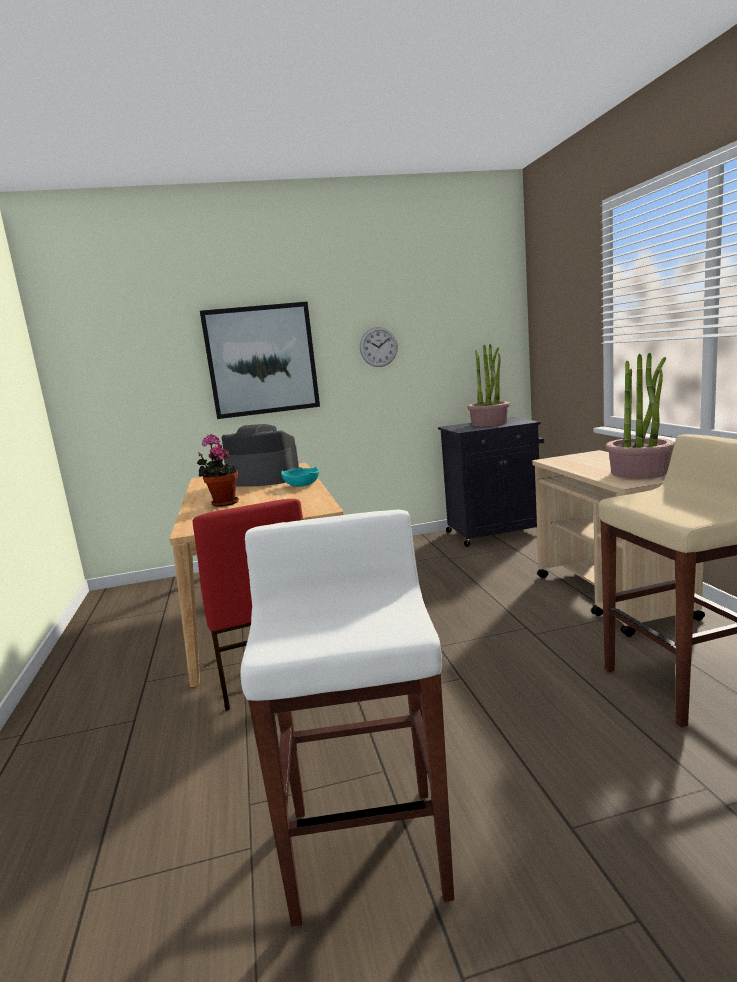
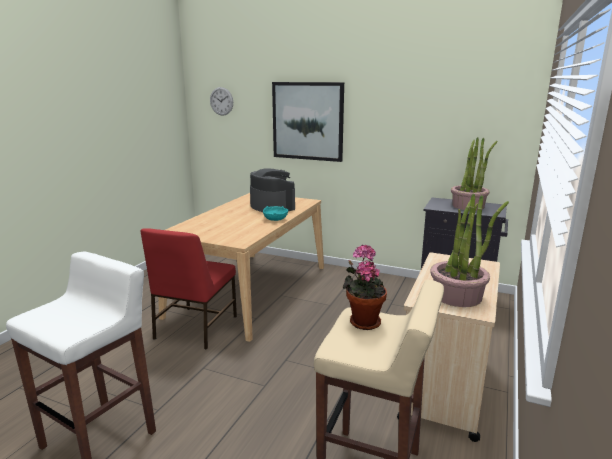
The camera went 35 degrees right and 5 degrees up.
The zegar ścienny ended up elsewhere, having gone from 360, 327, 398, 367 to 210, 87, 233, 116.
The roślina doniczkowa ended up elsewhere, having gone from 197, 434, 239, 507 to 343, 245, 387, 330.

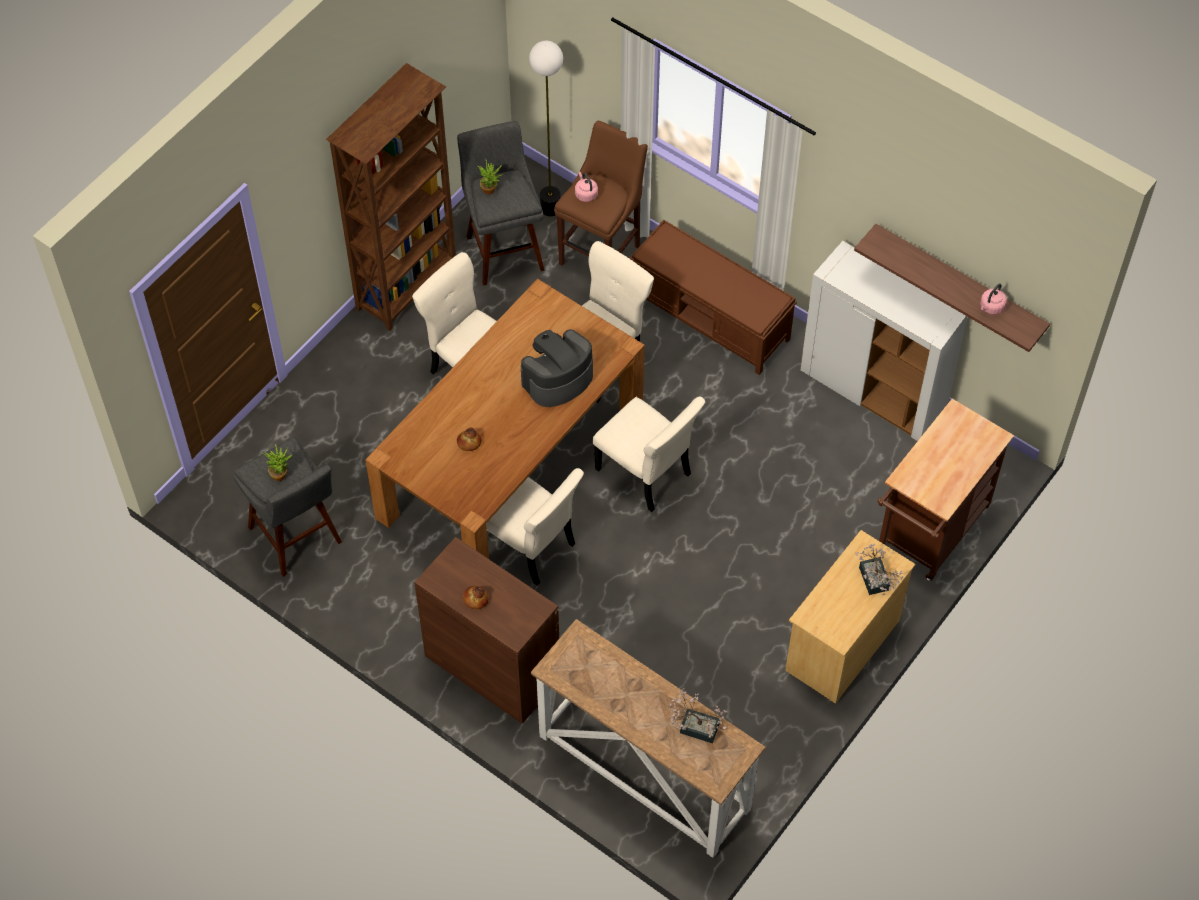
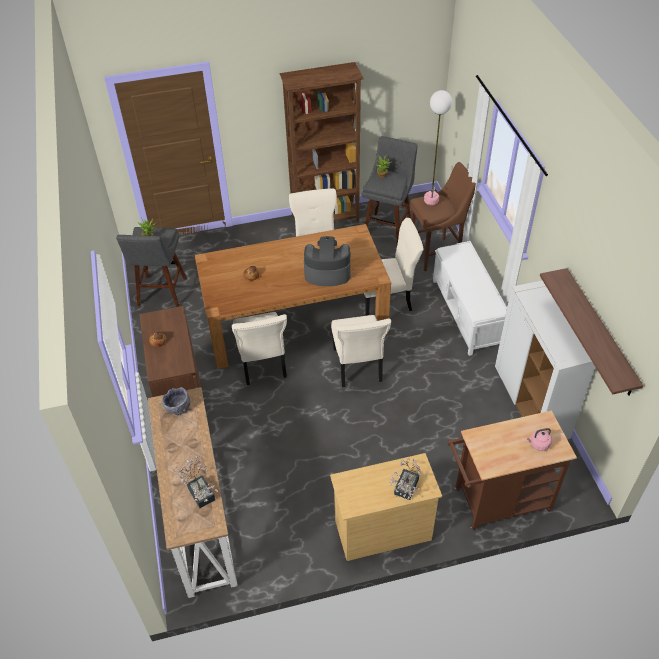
The camera went 40 degrees right and 10 degrees down.
The second view gained the miska/szary at 162, 387, 190, 415.
What was the ławka/brązowy at 629, 220, 797, 375 turned into the ławka/biały at 433, 241, 507, 356.
The czajnik/różowy ended up elsewhere, having gone from 980, 284, 1007, 315 to 526, 428, 552, 451.

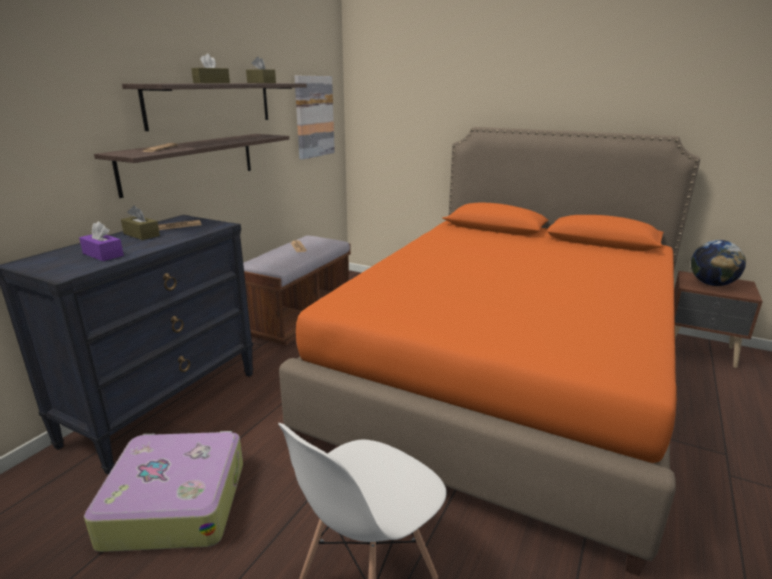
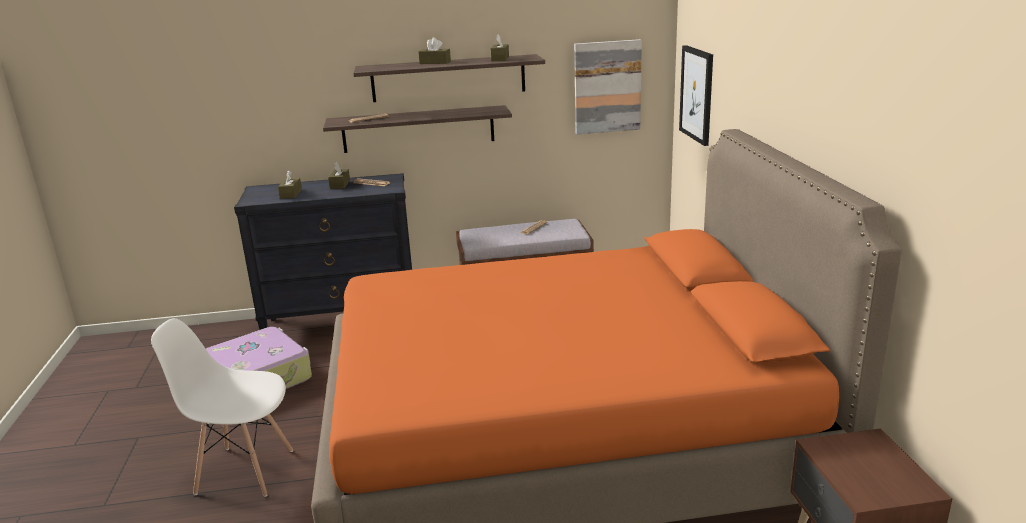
The camera went 55 degrees right and 0 degrees up.
What was the pudełko chusteczek/fioletowy at 79, 221, 124, 261 turned into the pudełko chusteczek/brązowy at 278, 170, 302, 199.
The second view gained the obraz at 679, 45, 713, 146.
The second view lost the globus at 691, 240, 746, 286.

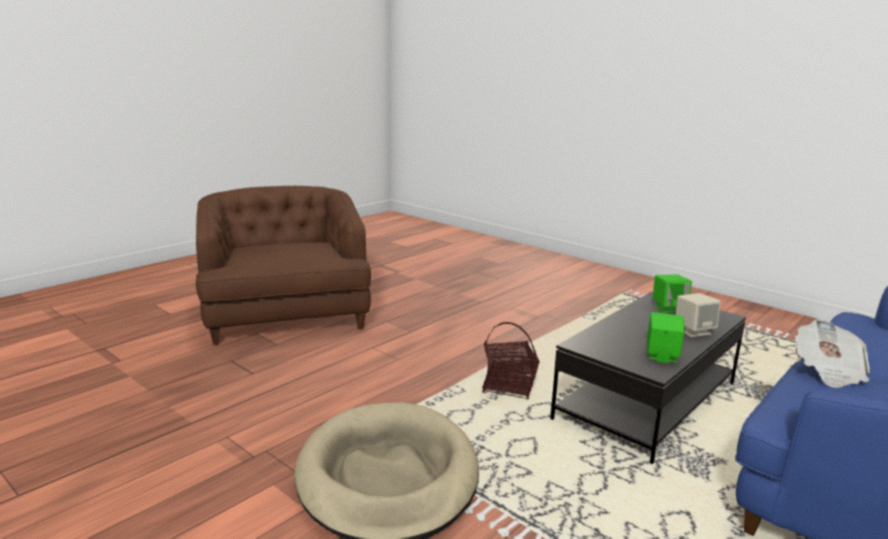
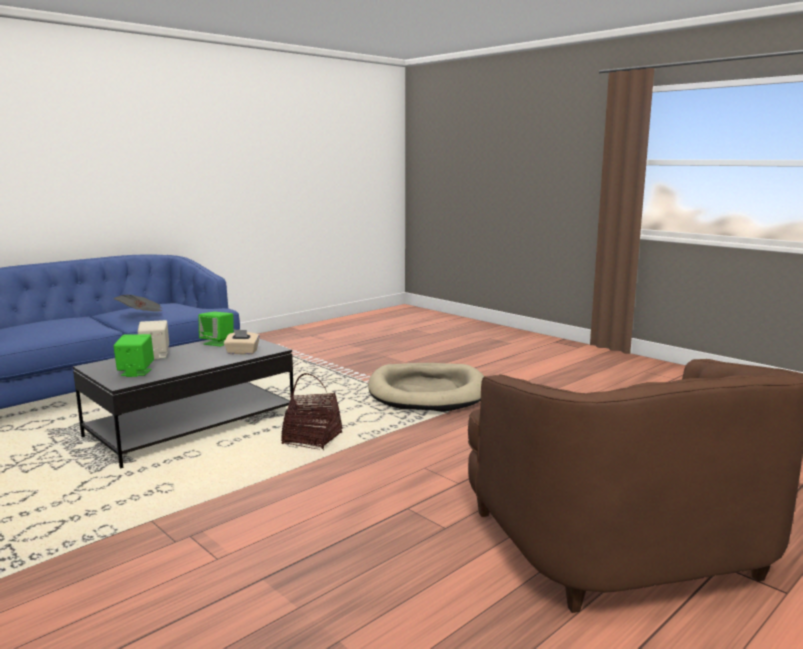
The camera went 175 degrees left and 5 degrees down.
The second view gained the pudełko chusteczek/beżowy at 224, 329, 260, 355.

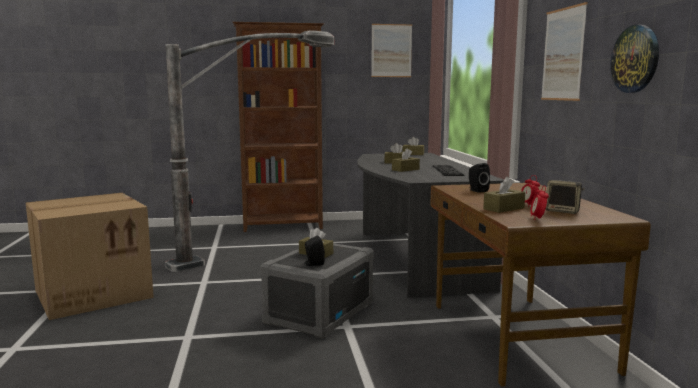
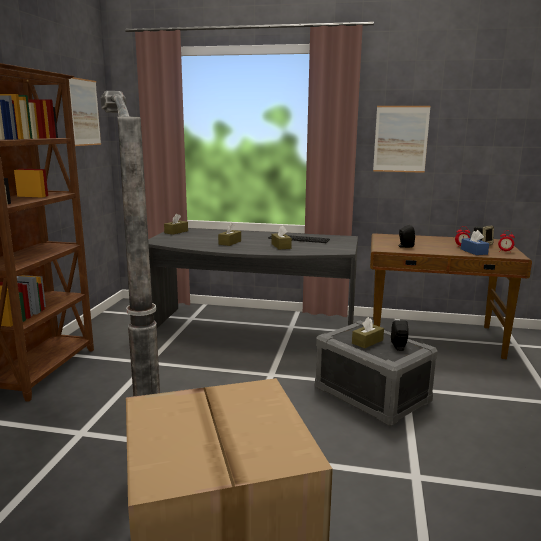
The camera went 70 degrees left and 5 degrees up.
What was the pudełko chusteczek/brązowy at 483, 177, 525, 213 turned into the pudełko chusteczek/niebieski at 461, 230, 489, 255.
The second view lost the zegar ścienny at 610, 25, 659, 93.

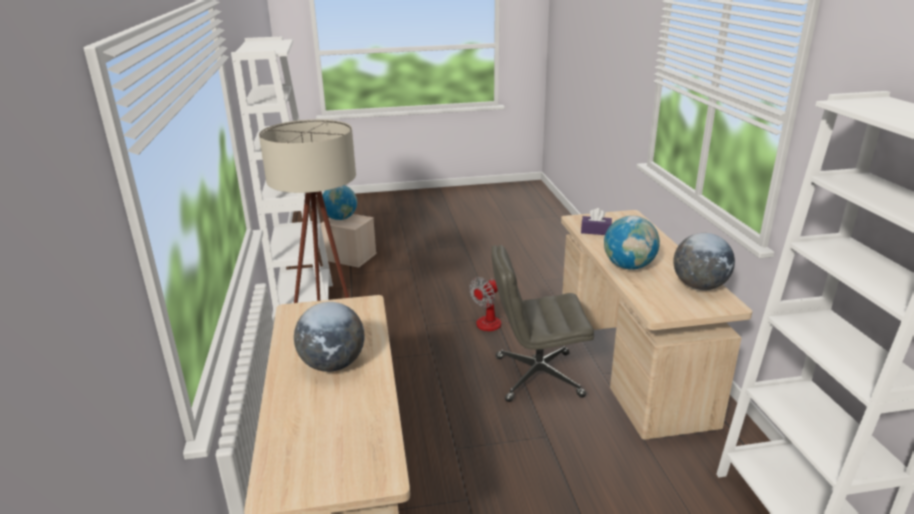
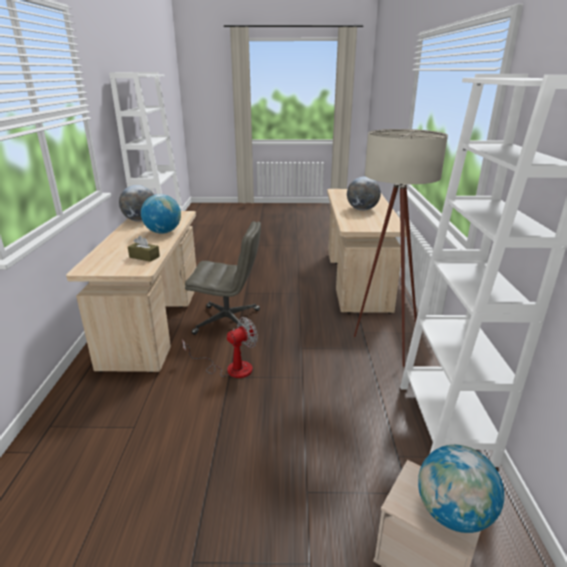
The camera went 170 degrees left and 0 degrees up.
What was the pudełko chusteczek/fioletowy at 581, 208, 612, 235 turned into the pudełko chusteczek/brązowy at 128, 236, 160, 262.

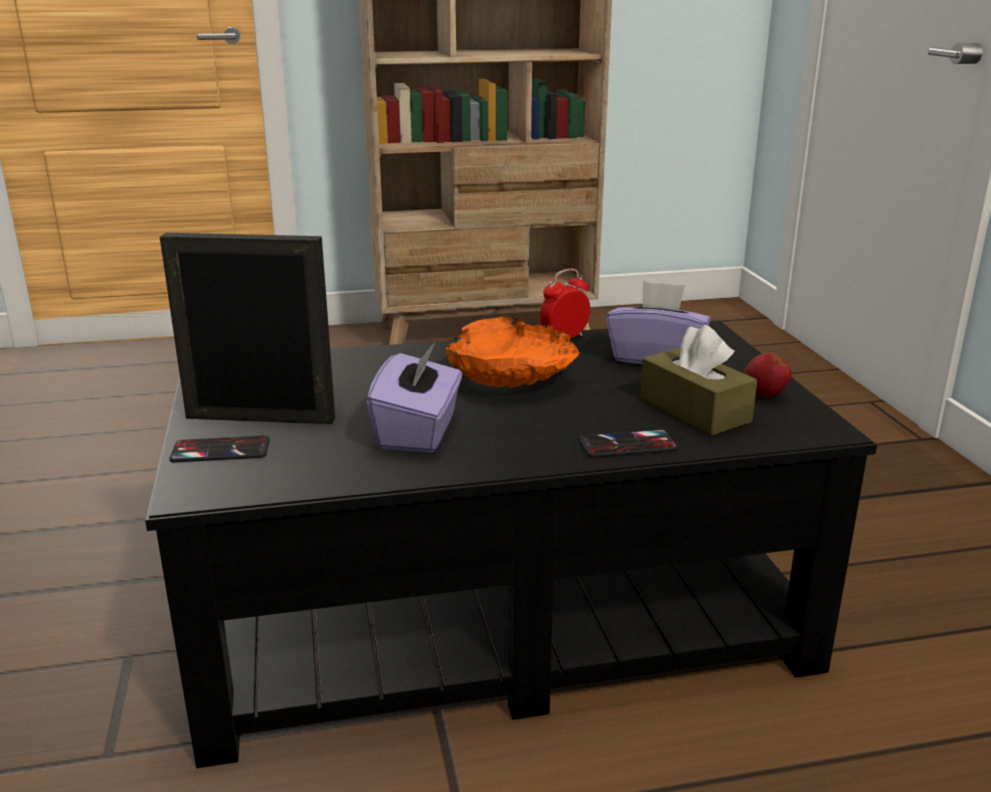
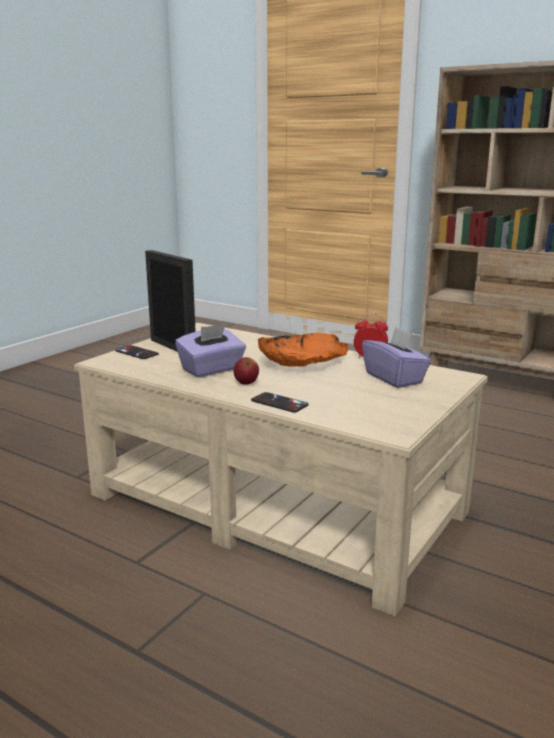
The camera went 45 degrees right and 5 degrees down.
What was the ława/czarny at 145, 320, 877, 768 turned into the ława/beżowy at 74, 323, 488, 616.
The jabłko ended up elsewhere, having gone from 744, 353, 791, 398 to 234, 357, 259, 385.
The second view lost the pudełko chusteczek/brązowy at 640, 325, 757, 436.

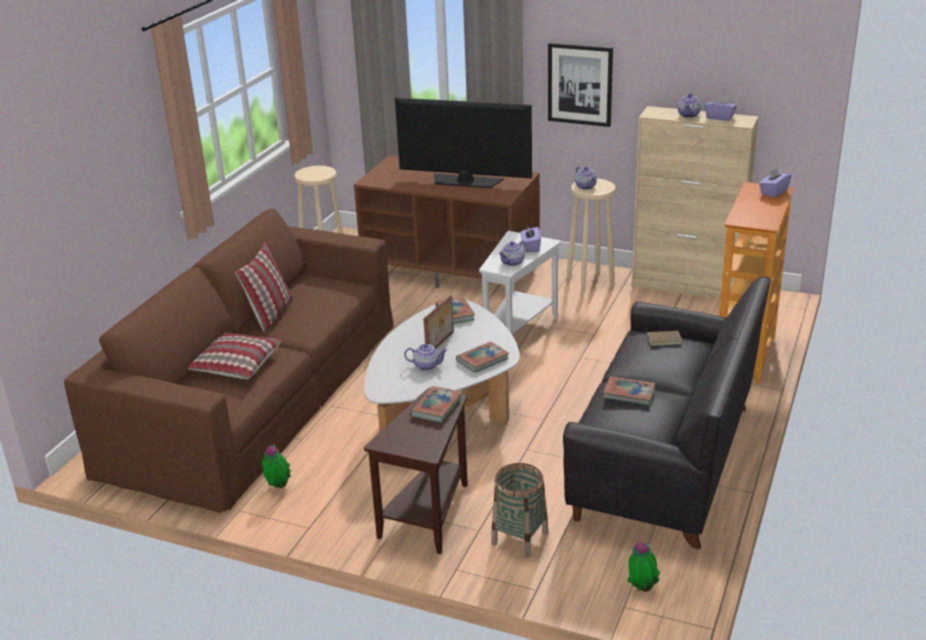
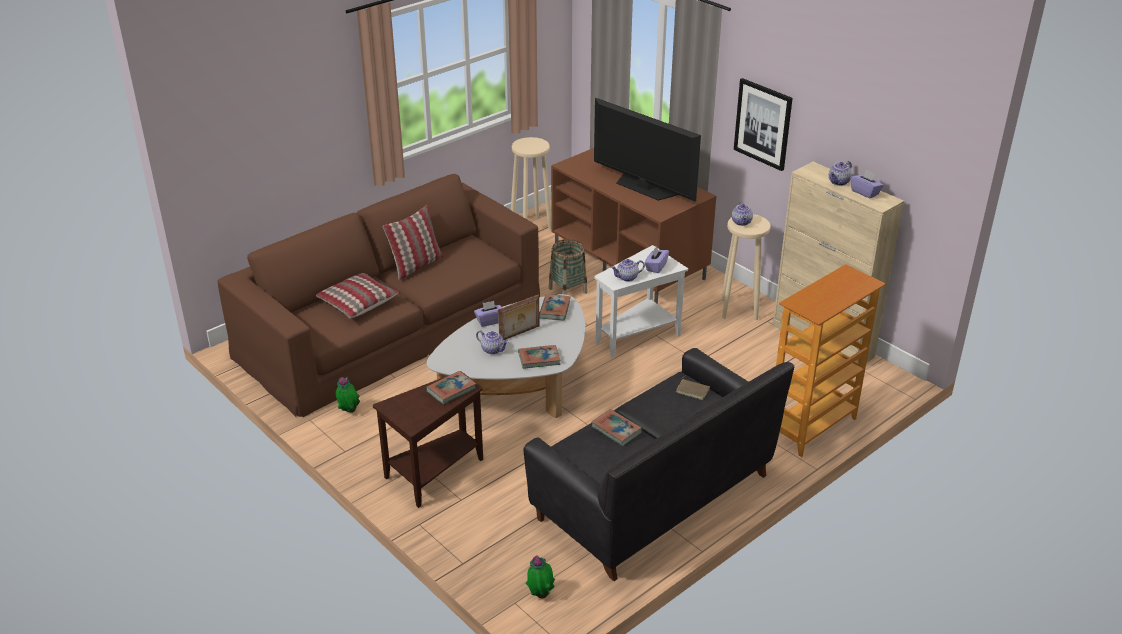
The camera went 25 degrees right and 5 degrees up.
The pudełko chusteczek/fioletowy ended up elsewhere, having gone from 759, 167, 792, 198 to 474, 301, 503, 327.
The koszyk ended up elsewhere, having gone from 491, 463, 549, 558 to 549, 239, 588, 295.

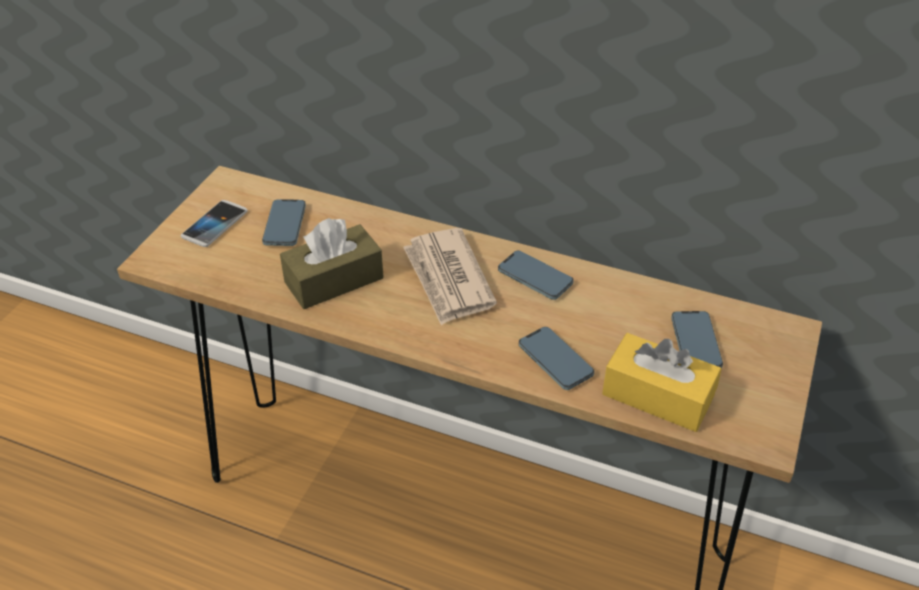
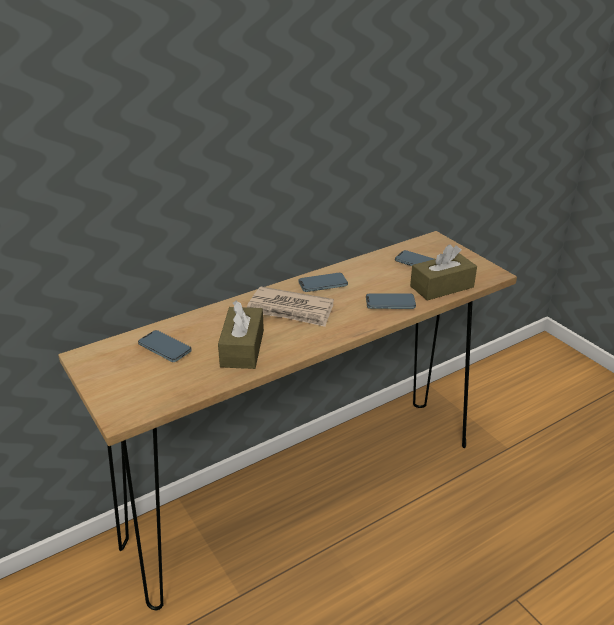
The camera went 55 degrees left and 10 degrees down.
What was the pudełko chusteczek/żółty at 602, 333, 722, 432 turned into the pudełko chusteczek/brązowy at 410, 244, 477, 300.
The second view lost the telefon at 181, 200, 248, 247.

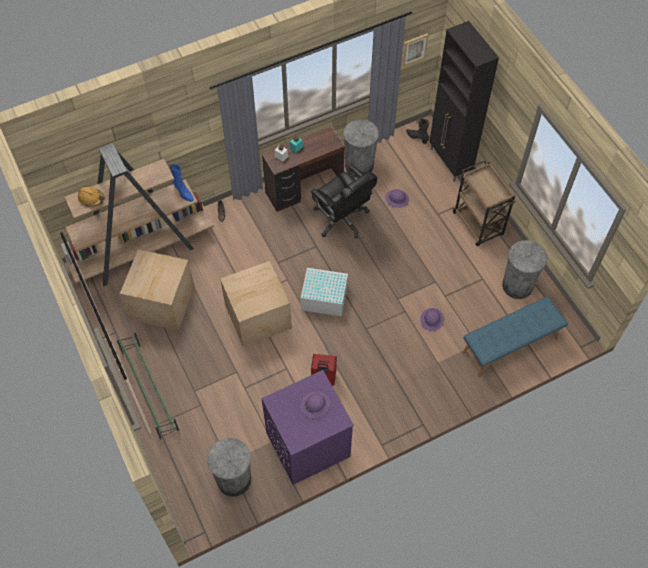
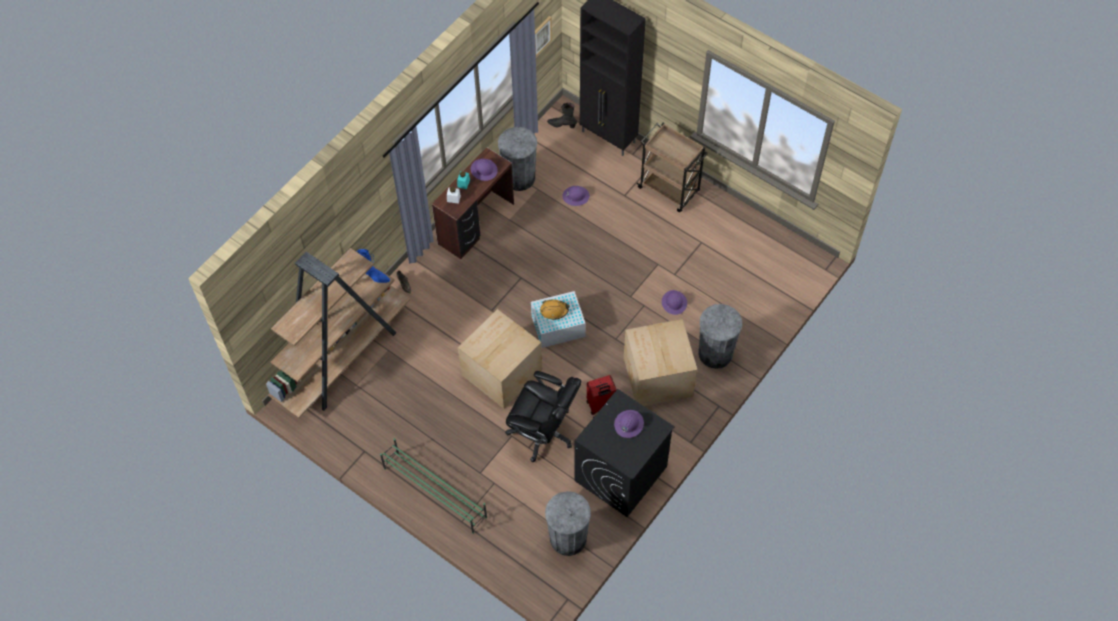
The camera went 25 degrees left and 0 degrees up.
The second view gained the kask/fioletowy at 471, 159, 498, 181.
The krzesło biurowe/czarny ended up elsewhere, having gone from 311, 165, 377, 238 to 505, 371, 581, 462.
The kask/pomarańczowy ended up elsewhere, having gone from 78, 185, 105, 207 to 540, 299, 570, 320.
What was the pralka/fioletowy at 261, 370, 354, 485 turned into the pralka/czarny at 574, 389, 675, 517.
The karton ended up elsewhere, having gone from 120, 249, 195, 330 to 624, 319, 697, 406.
The kosz na śmieci/szary ended up elsewhere, having gone from 502, 240, 547, 299 to 698, 304, 742, 369.
The second view lost the ławka/niebieski at 462, 296, 568, 377.

